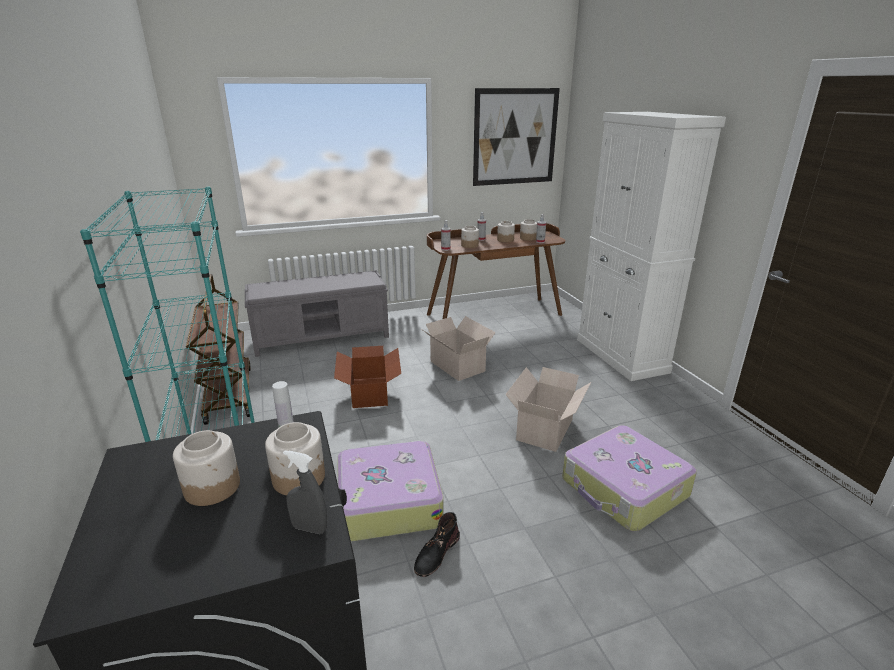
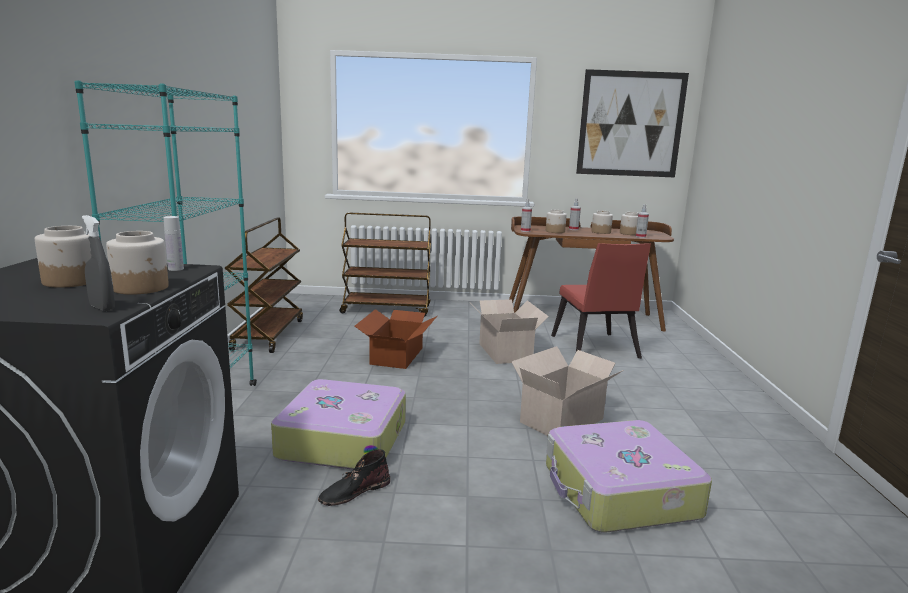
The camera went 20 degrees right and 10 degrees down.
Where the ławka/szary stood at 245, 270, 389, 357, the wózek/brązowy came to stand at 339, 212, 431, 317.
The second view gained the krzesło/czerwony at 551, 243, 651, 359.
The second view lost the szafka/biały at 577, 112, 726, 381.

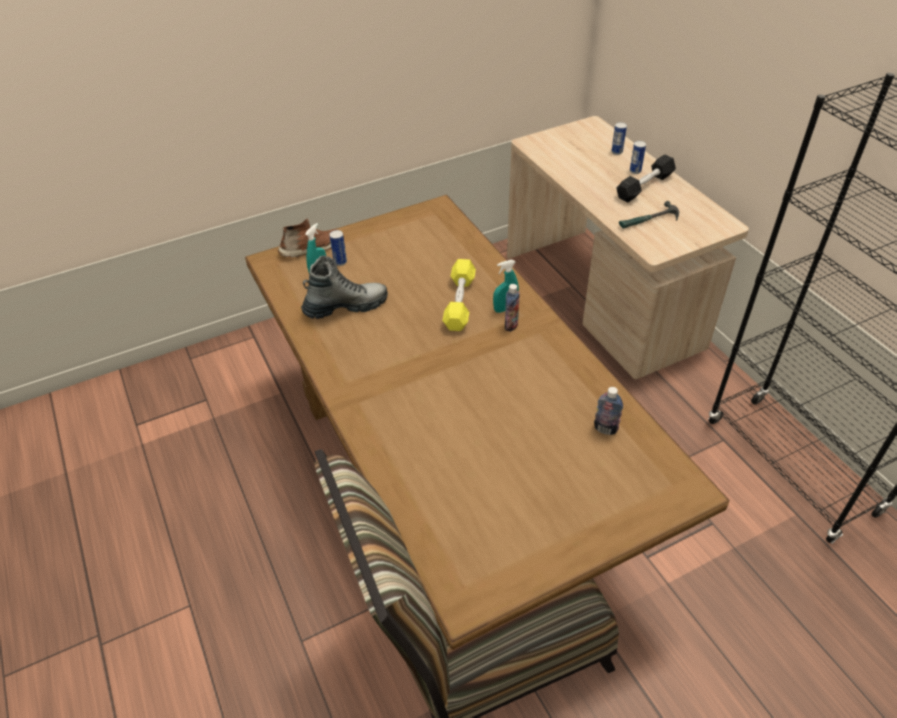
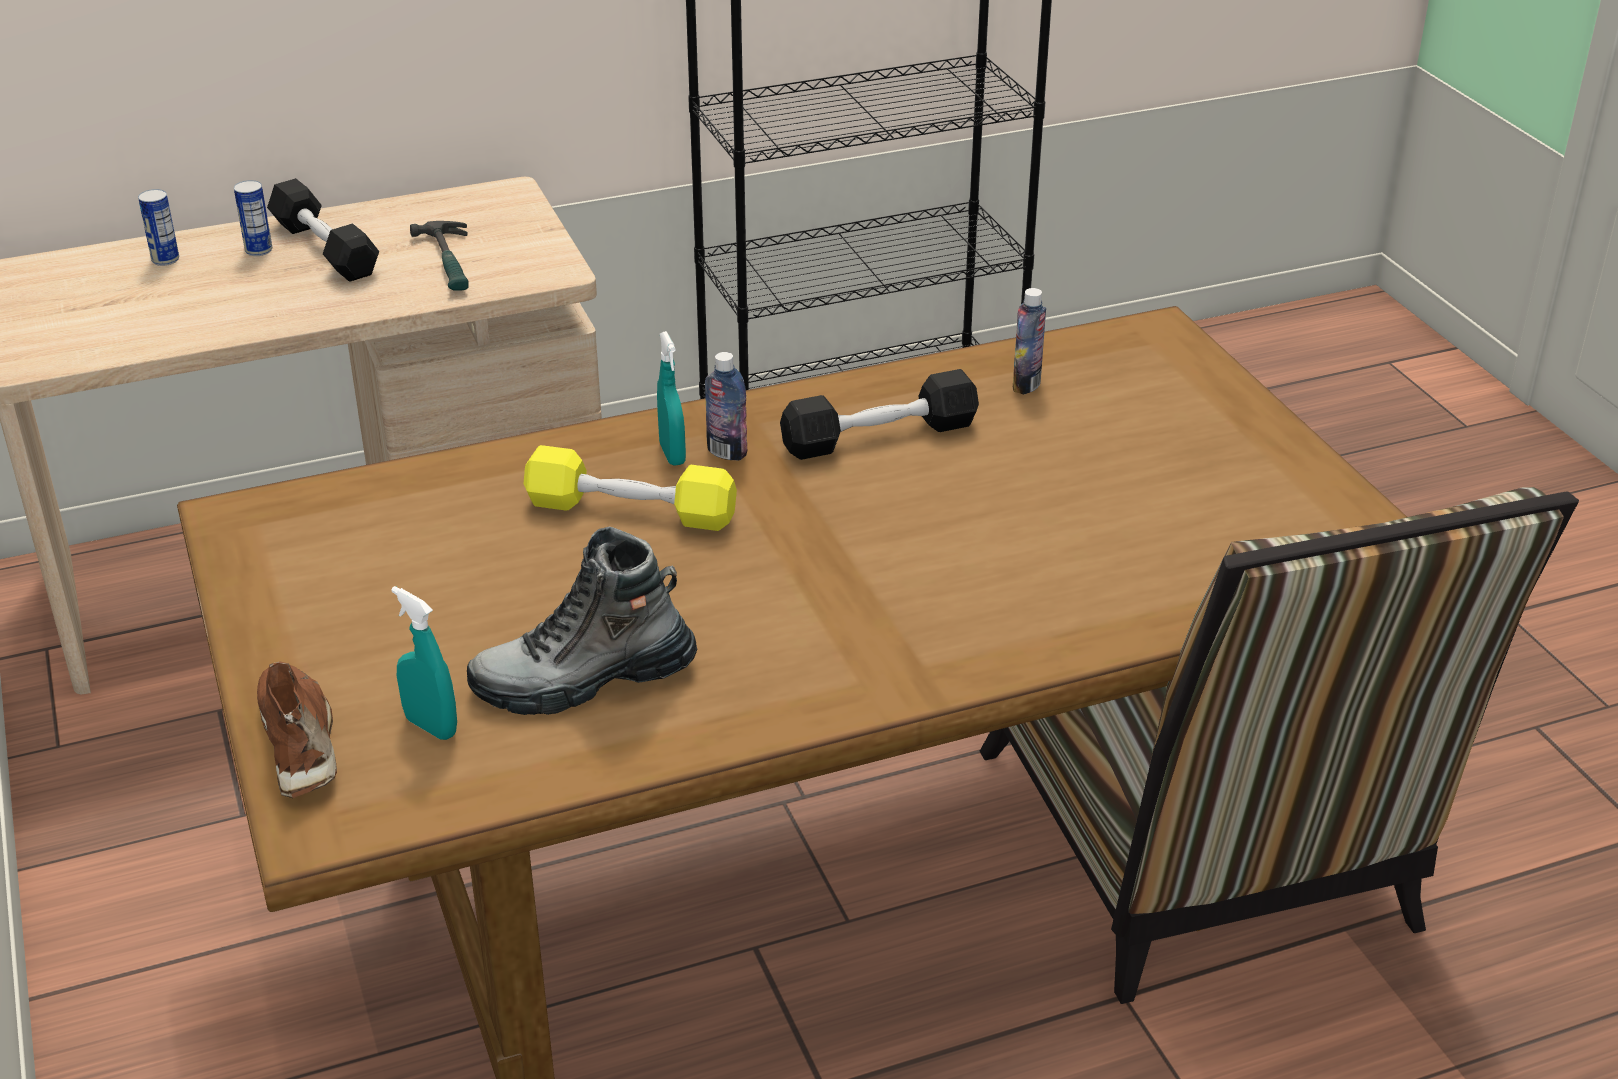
The camera went 85 degrees left and 10 degrees down.
The but z cholewką at 301, 255, 388, 319 ended up facing another way, 90 degrees counterclockwise from before.
The second view gained the hantel/czarny at 780, 369, 979, 460.
The second view lost the puszka at 329, 230, 347, 266.

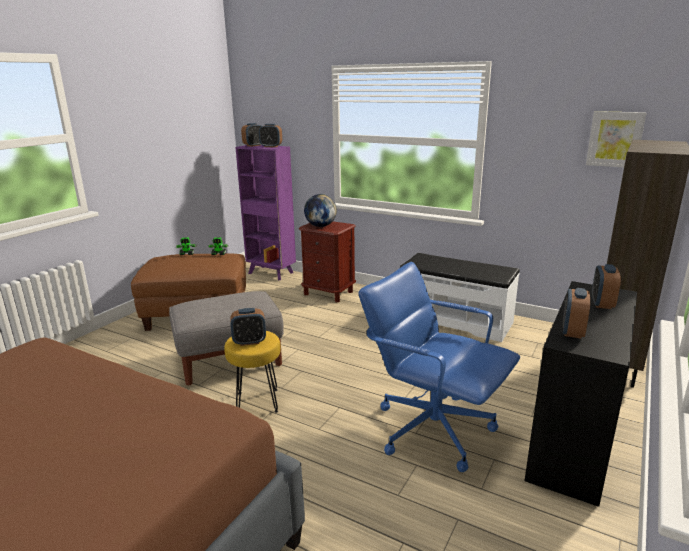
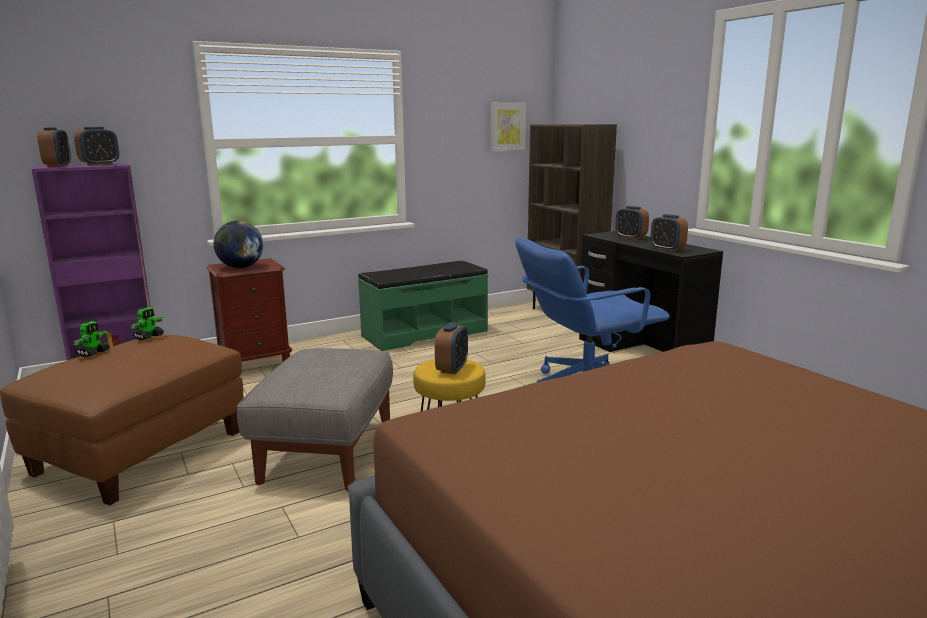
The camera went 60 degrees left and 5 degrees down.
What was the ławka/biały at 400, 253, 520, 342 turned into the ławka/zielony at 358, 260, 488, 351.

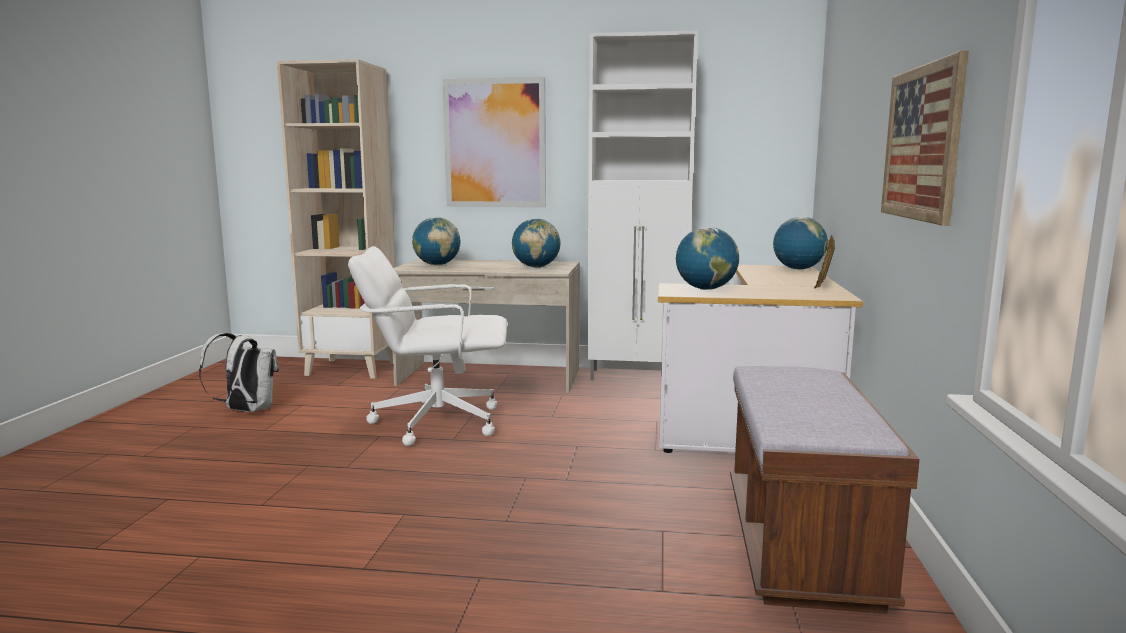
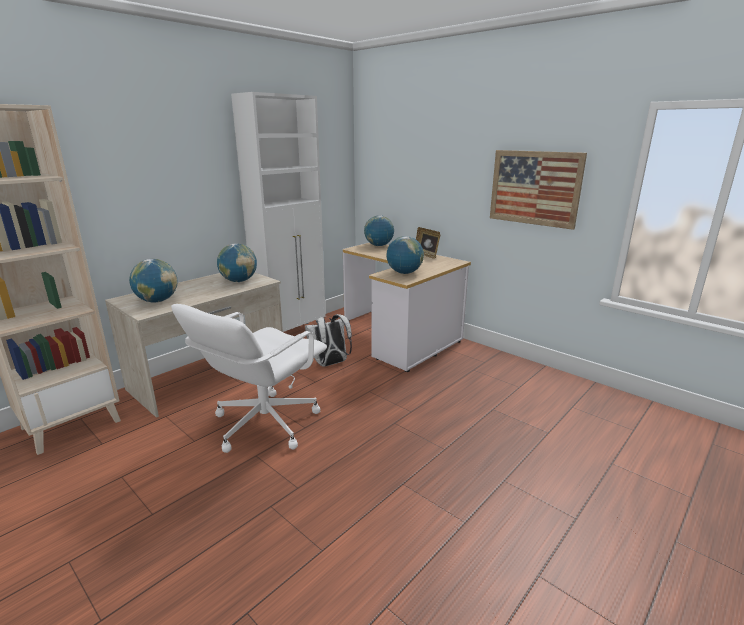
The camera went 55 degrees left and 10 degrees up.
The plecak/biały ended up elsewhere, having gone from 199, 333, 279, 412 to 305, 314, 352, 367.
The second view lost the obraz at 443, 77, 546, 207.
The second view lost the ławka/brązowy at 730, 366, 920, 614.

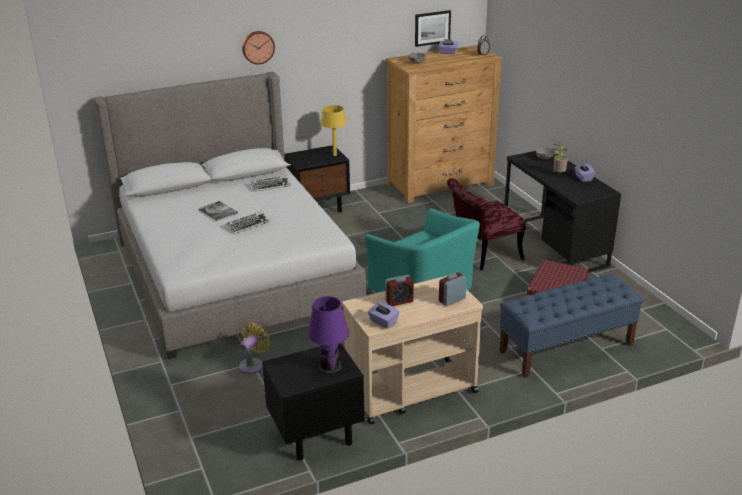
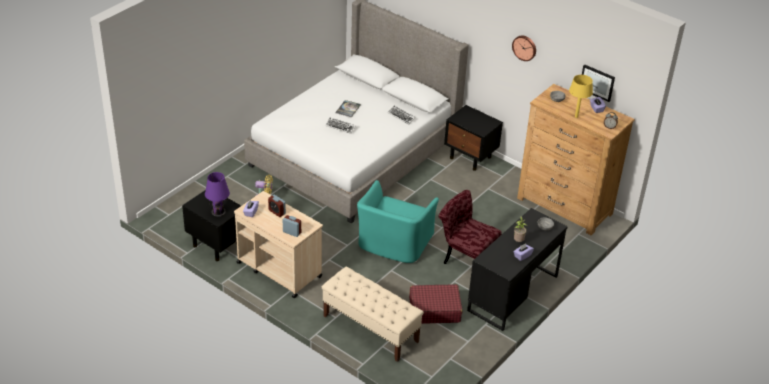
The camera went 60 degrees right and 10 degrees up.
What was the ławka/niebieski at 499, 274, 644, 378 turned into the ławka/beżowy at 322, 266, 424, 362.
The zegar ścienny ended up elsewhere, having gone from 242, 31, 275, 65 to 512, 35, 536, 61.
The lampa stołowa/żółty ended up elsewhere, having gone from 321, 105, 347, 156 to 569, 75, 593, 118.

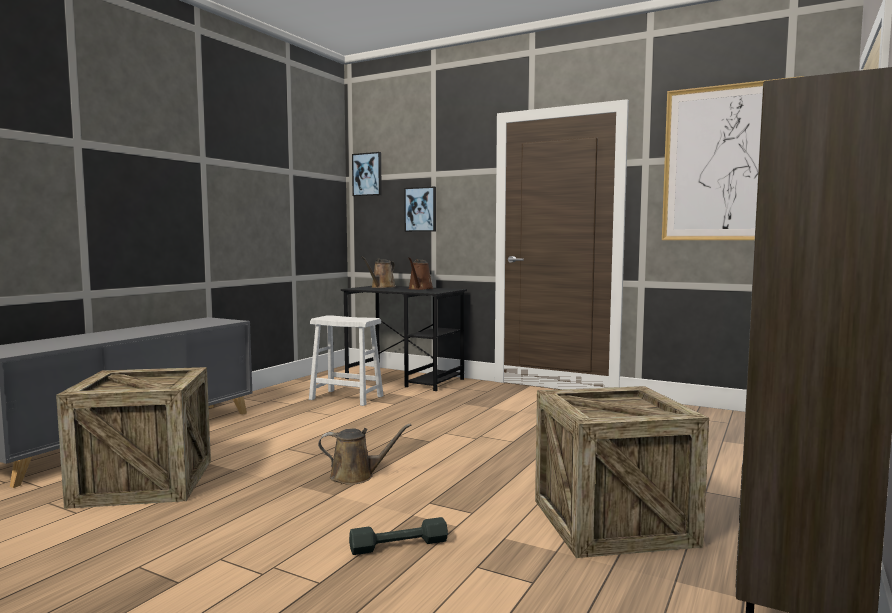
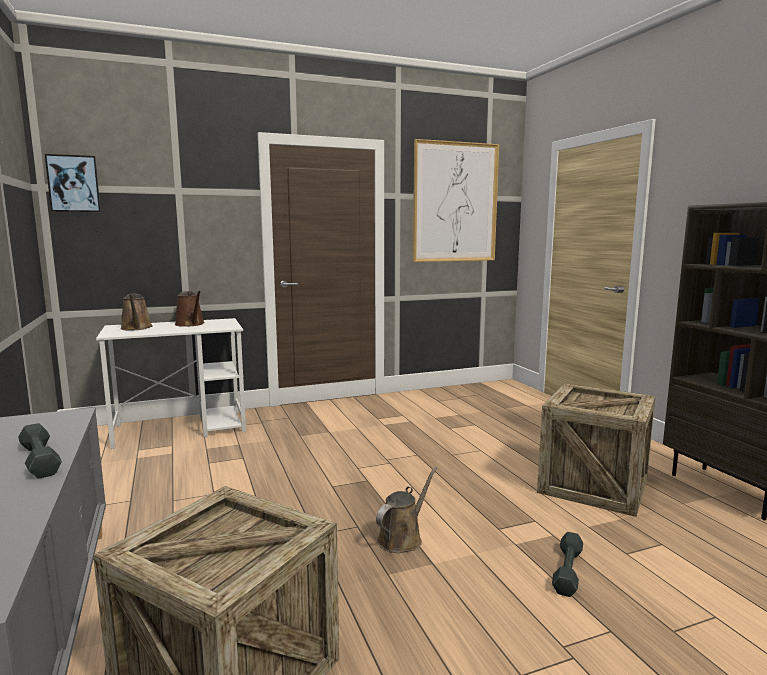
The camera went 50 degrees left and 5 degrees up.
The second view gained the hantel/szary at 18, 423, 62, 479.
What was the biurko/czarny at 341, 286, 467, 391 turned into the biurko/biały at 96, 318, 246, 449.
The second view lost the stołek/biały at 309, 315, 384, 406.
The second view lost the obraz at 404, 187, 436, 232.

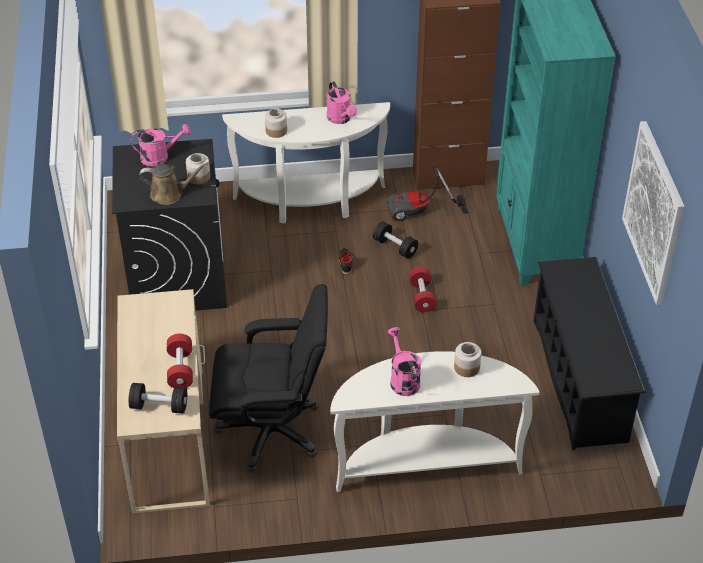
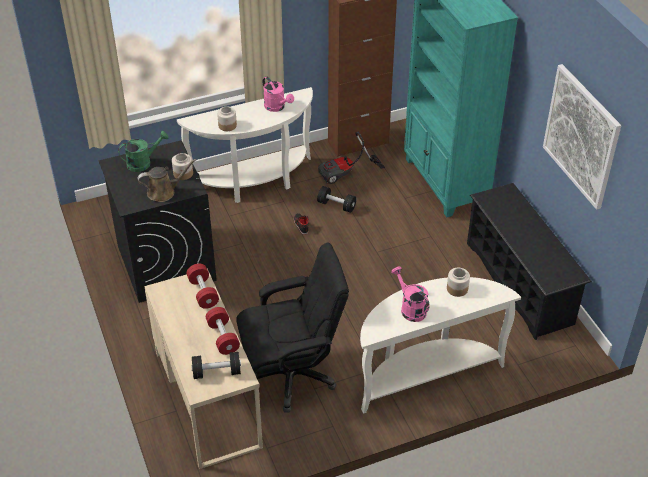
The camera went 15 degrees left and 0 degrees up.
What was the konewka/różowy at 130, 124, 191, 167 turned into the konewka/zielony at 118, 131, 168, 172.
The hantel/czerwony ended up elsewhere, having gone from 409, 266, 436, 312 to 187, 264, 219, 309.

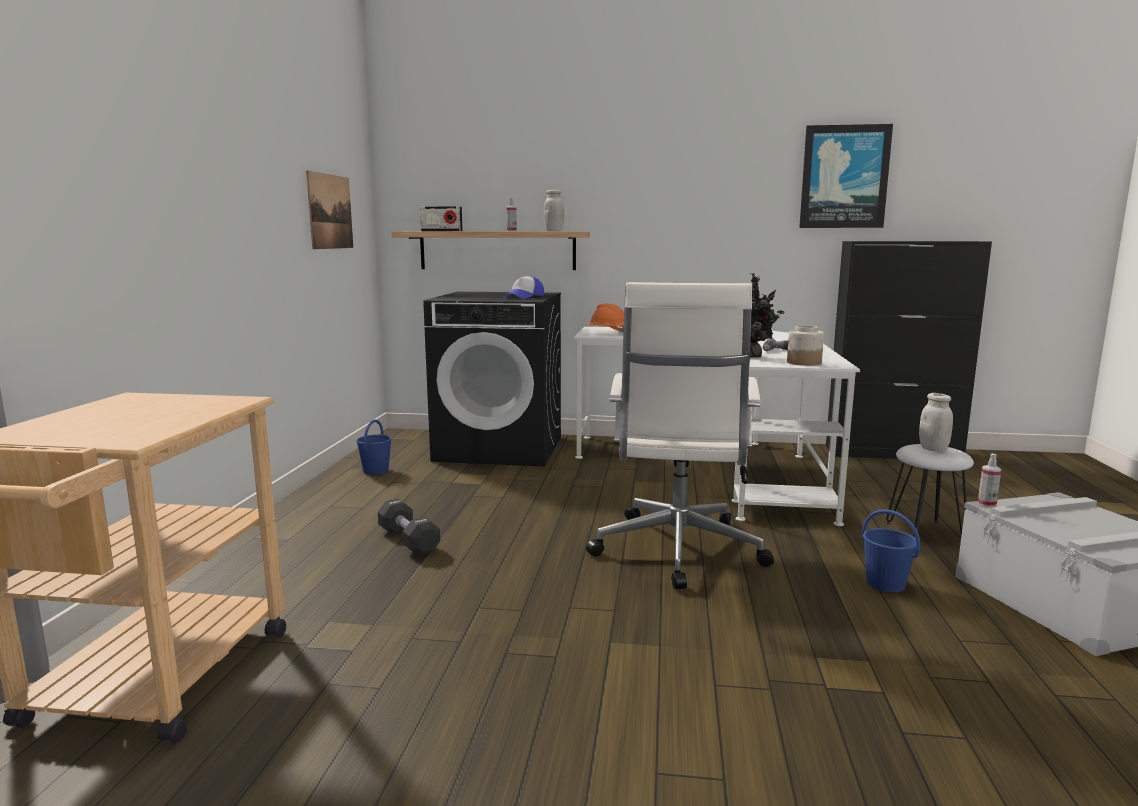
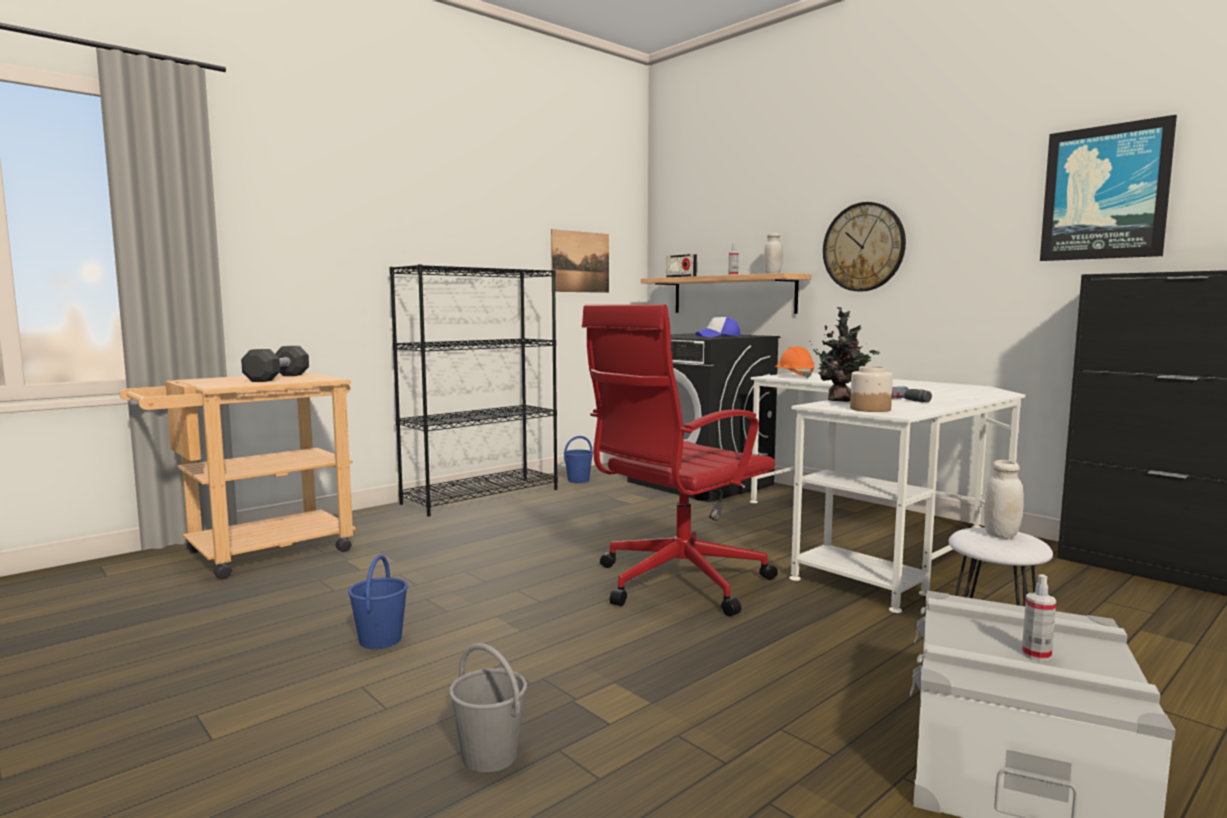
The camera went 40 degrees right and 5 degrees down.
The hantel/czarny ended up elsewhere, having gone from 378, 499, 440, 556 to 241, 346, 309, 382.
The wiadro/niebieski ended up elsewhere, having gone from 862, 509, 920, 592 to 348, 555, 408, 649.
The second view gained the regał/czarny at 389, 264, 558, 516.
The second view gained the wiadro/szary at 449, 643, 527, 772.
What was the krzesło biurowe/biały at 586, 282, 774, 590 turned into the krzesło biurowe/czerwony at 582, 304, 778, 616.
The second view gained the zegar ścienny at 823, 202, 906, 292.
The spryskiwacz ended up elsewhere, having gone from 978, 453, 1001, 507 to 1022, 574, 1056, 661.

